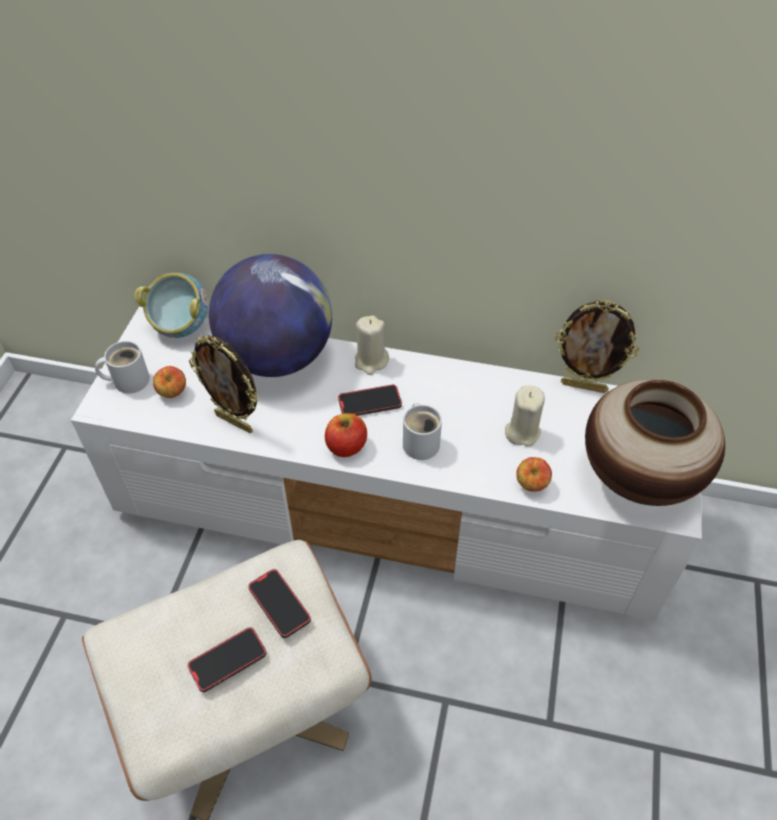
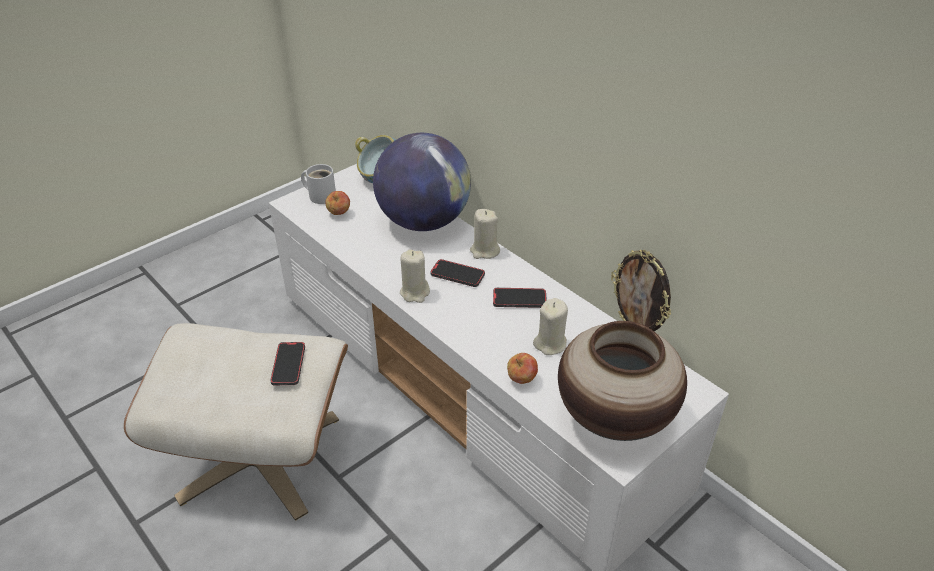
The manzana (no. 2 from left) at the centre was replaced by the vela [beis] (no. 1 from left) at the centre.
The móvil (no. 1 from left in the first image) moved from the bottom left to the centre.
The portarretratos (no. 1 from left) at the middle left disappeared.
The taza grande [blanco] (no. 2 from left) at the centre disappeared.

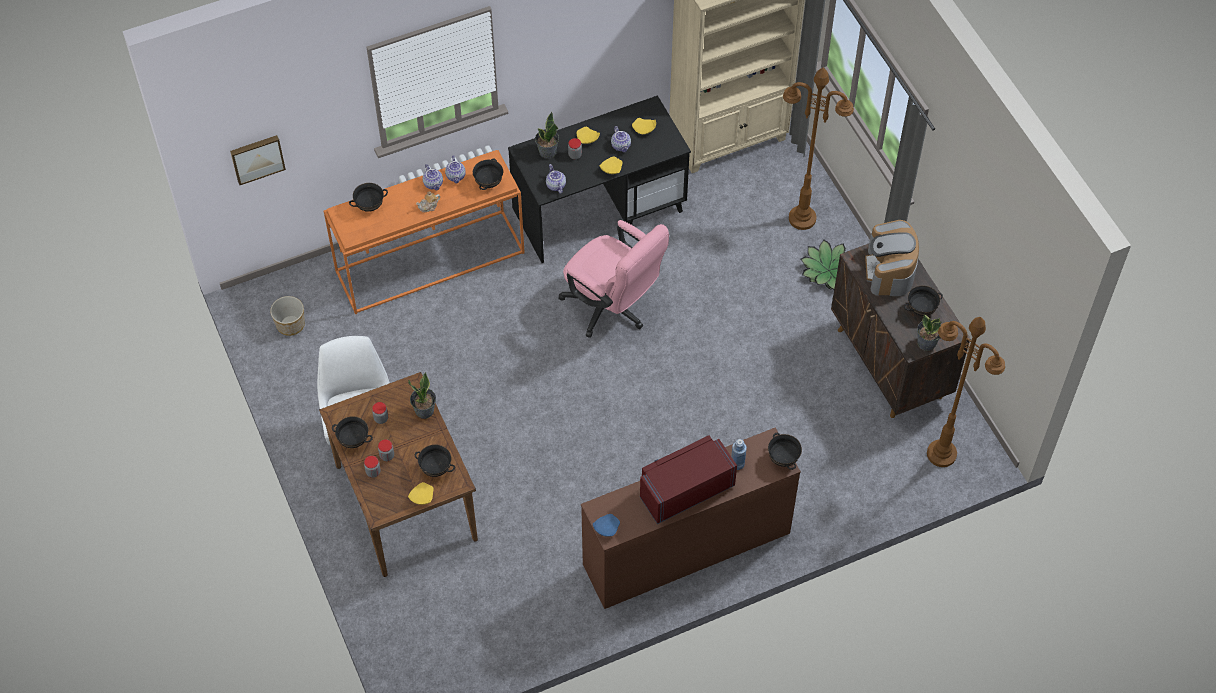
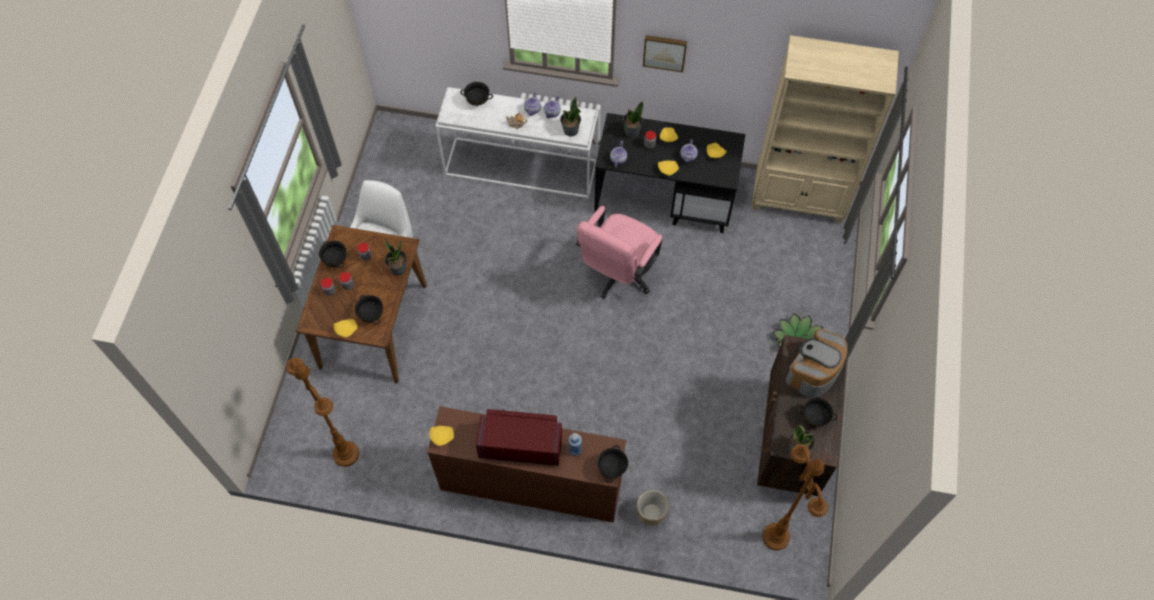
The lámpara de pie [marrón] (no. 1 from left) moved from the top right to the bottom left.
The plato [azul] at the bottom centre became the plato [amarillo] (no. 2 from left) at the bottom centre.
The mesa consola [naranja] at the centre became the mesa consola [blanco] at the top centre.
The cuenco [negro] (no. 4 from left) at the top centre was replaced by the planta en maceta (no. 2 from left) at the top centre.
The silla de oficina [rosa] at the centre turned 45 degrees clockwise.
The maceta moved from the middle left to the bottom centre.
The cuadro moved from the top left to the top centre.

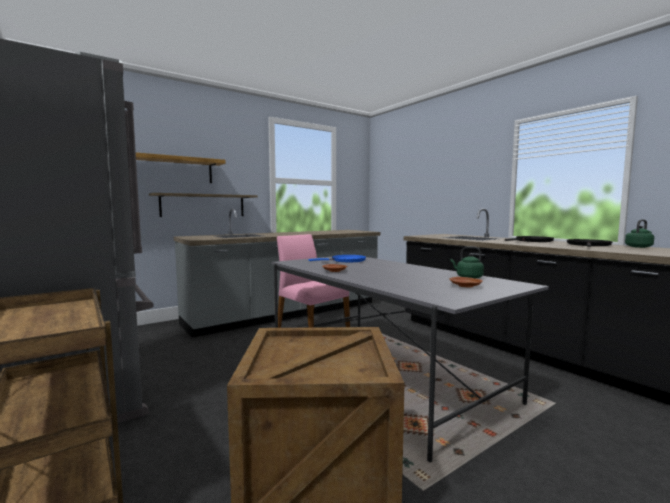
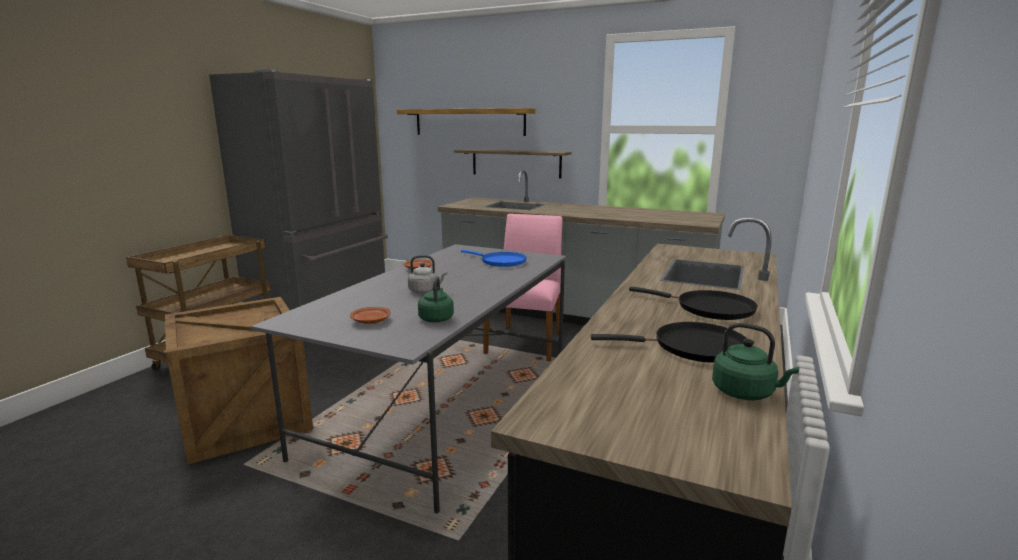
The hervidor [gris] at the centre appeared.

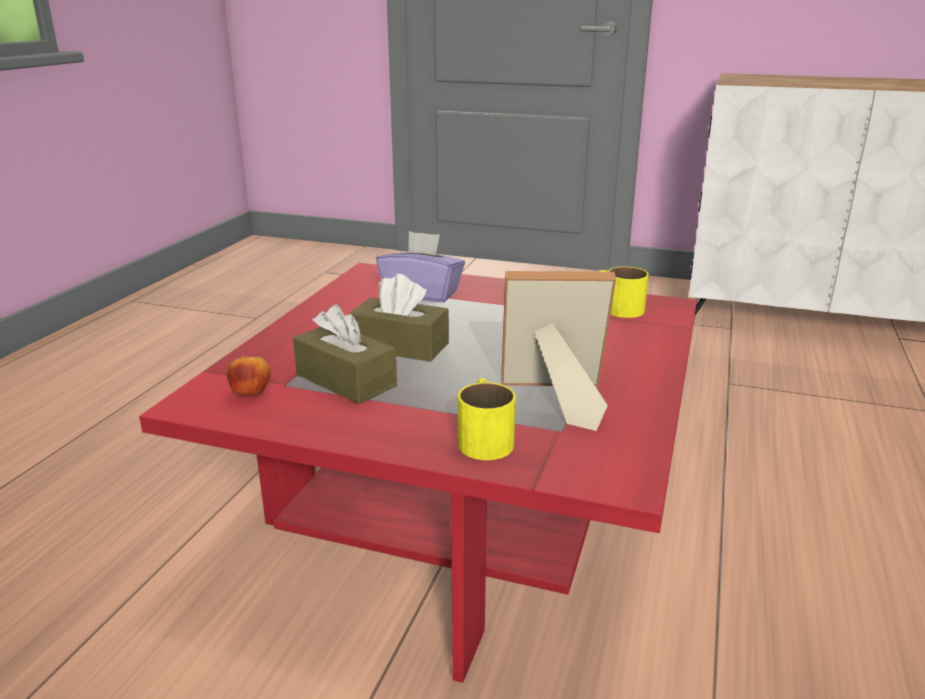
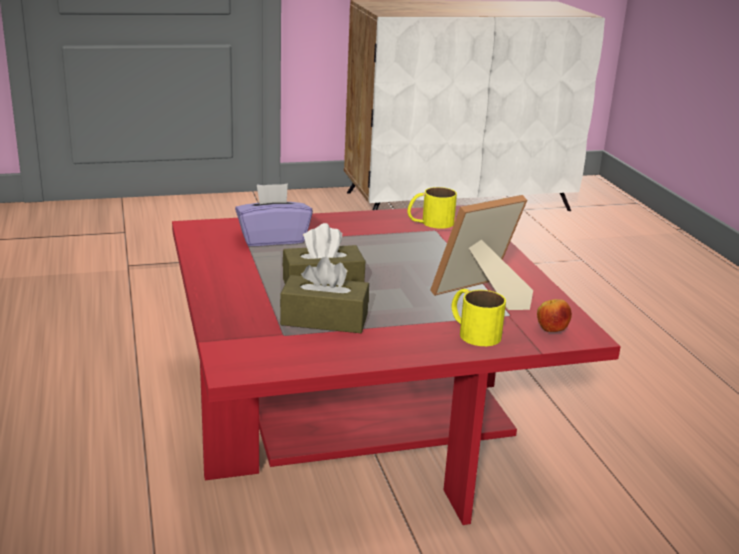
The manzana moved from the middle left to the middle right.

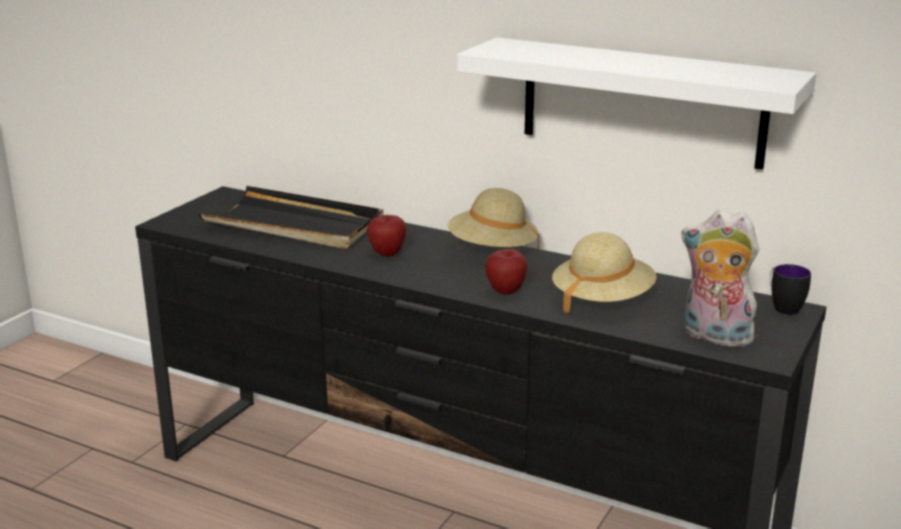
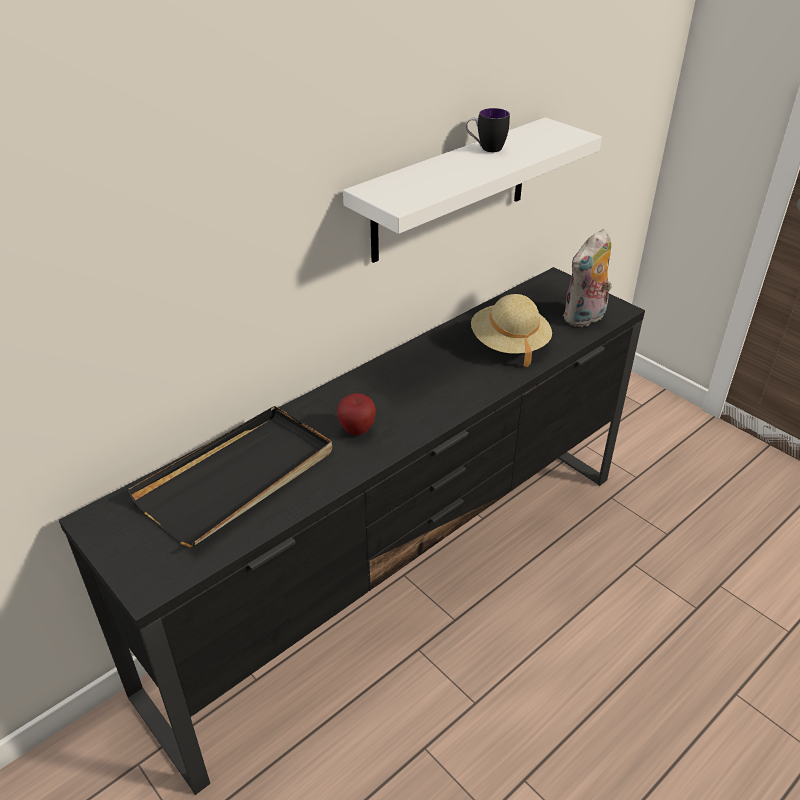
The taza grande moved from the middle right to the top centre.
The sombrero [beis] (no. 1 from left) at the centre disappeared.
The manzana (no. 2 from left) at the centre disappeared.

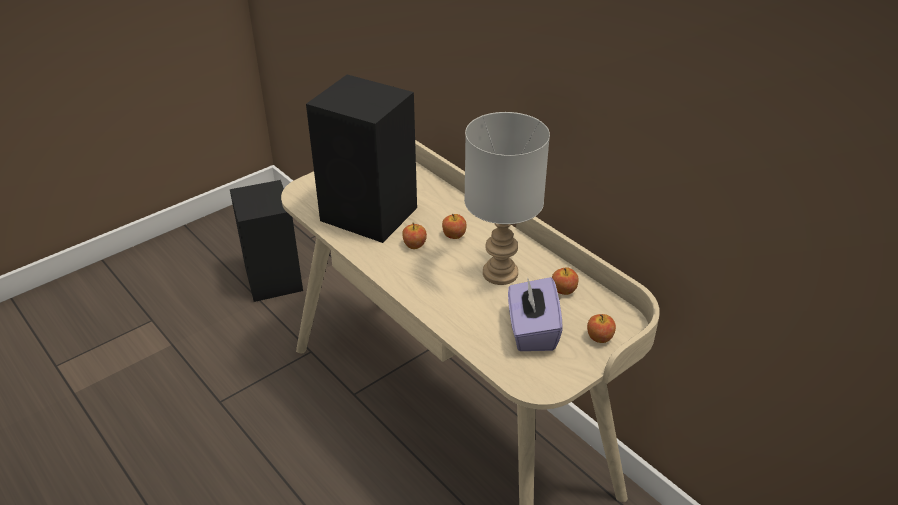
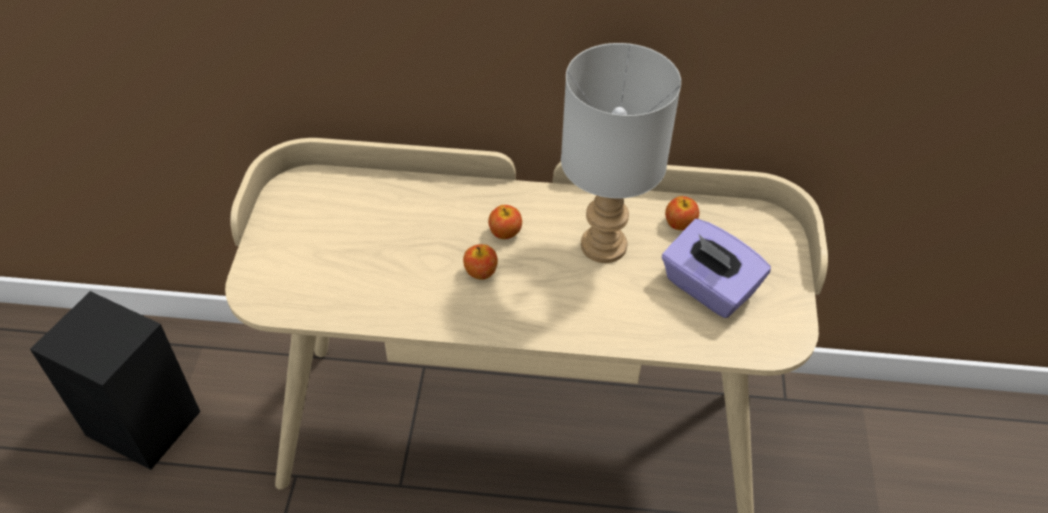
The altavoz [negro] (no. 2 from left) at the top centre disappeared.
The manzana (no. 4 from left) at the middle right disappeared.

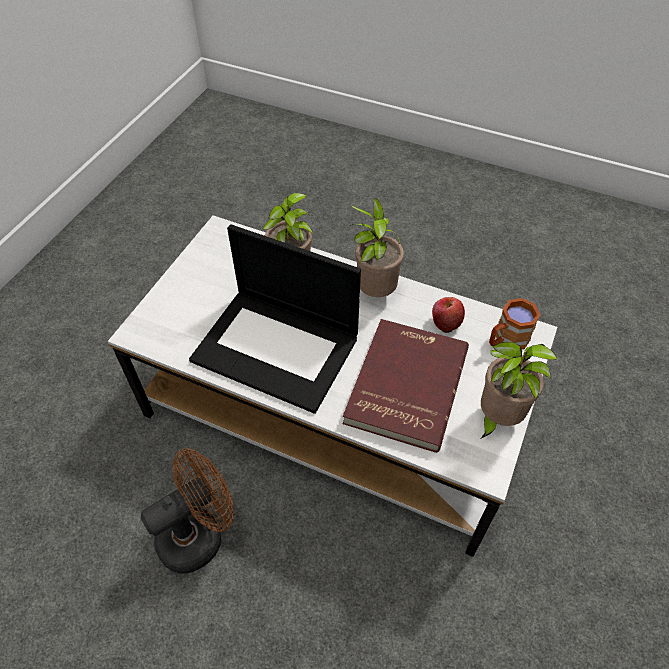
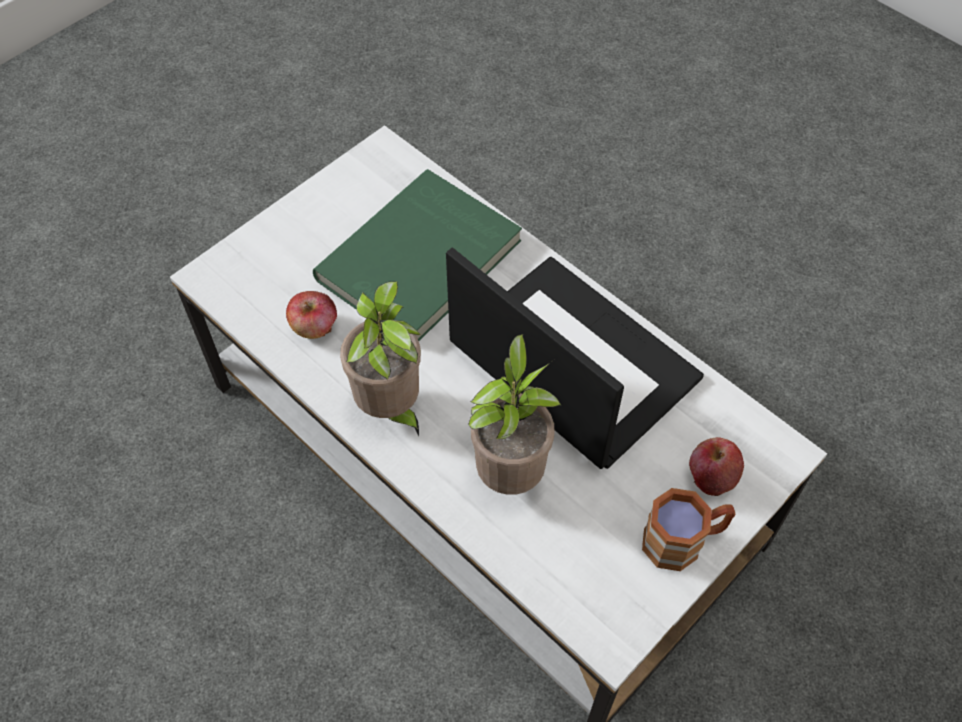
The libro [rojo] at the centre became the libro [verde] at the centre.
The taza grande [marrón] moved from the middle right to the bottom right.
The manzana (no. 2 from left) at the middle right appeared.
The ventilador [marrón] at the bottom left disappeared.
The planta en maceta (no. 3 from left) at the middle right disappeared.

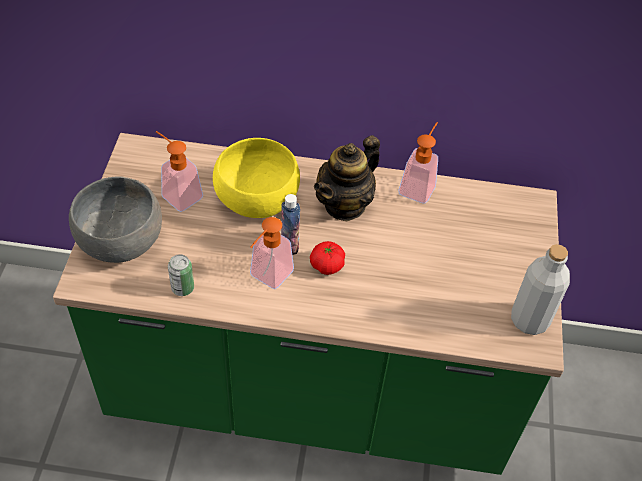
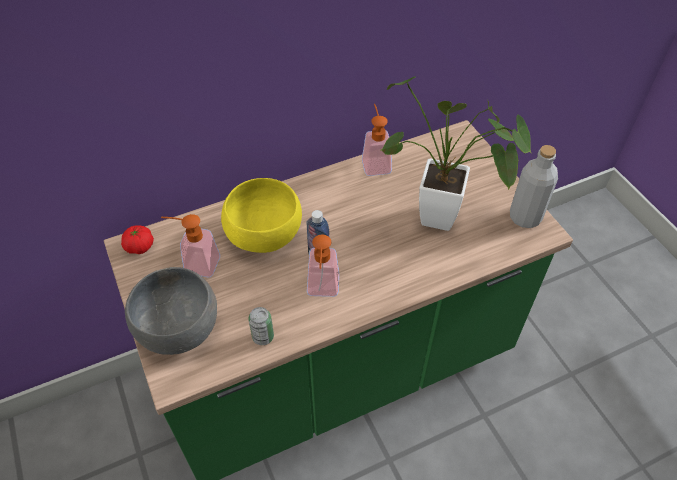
The tomate moved from the centre to the middle left.
The planta en maceta at the top right appeared.
The tetera at the centre disappeared.

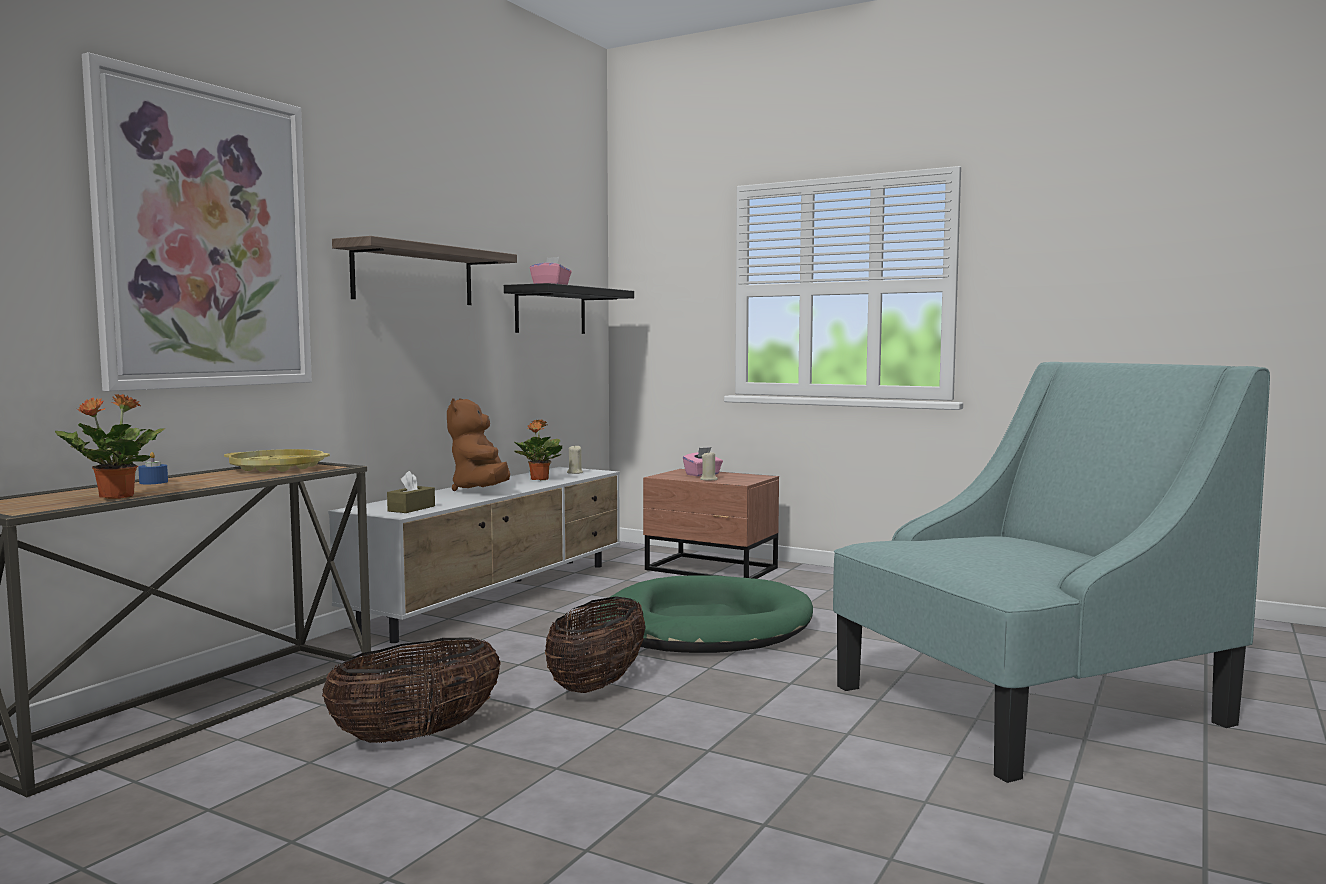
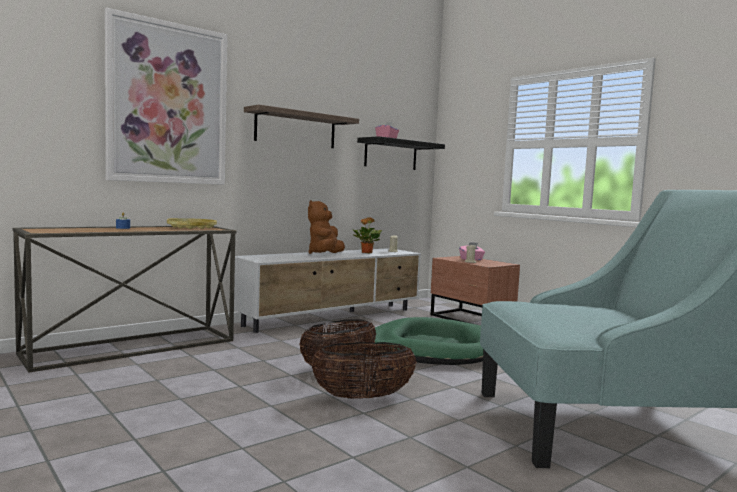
The cesta (no. 1 from left in the first image) moved from the bottom left to the bottom centre.
The planta en maceta (no. 1 from left) at the middle left disappeared.
The caja de pañuelos [marrón] at the middle left disappeared.

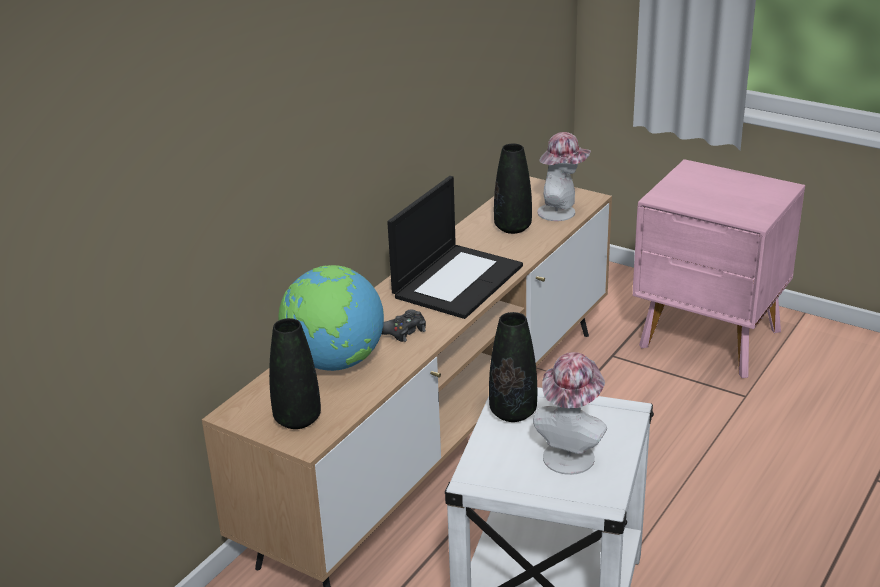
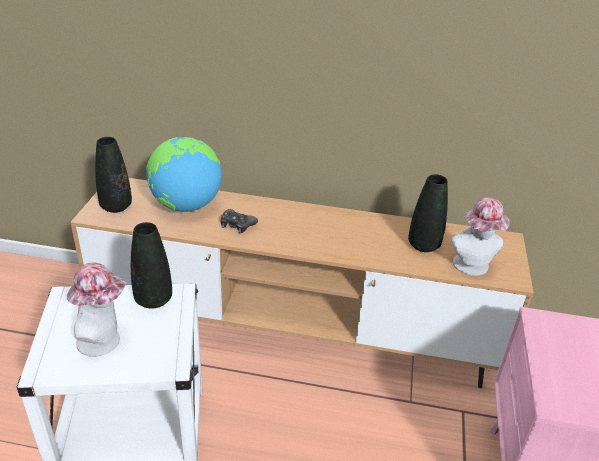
The portátil at the centre disappeared.

